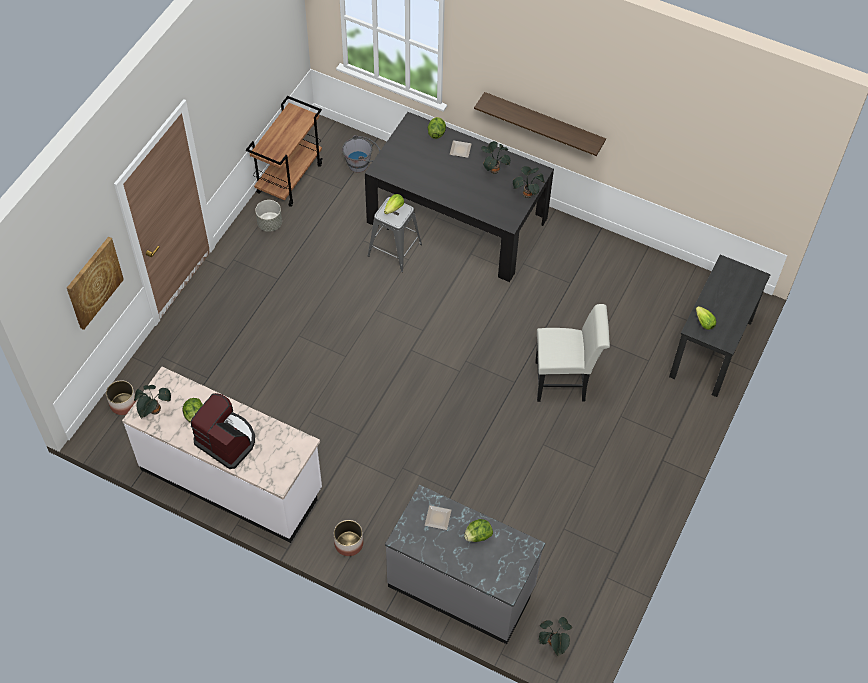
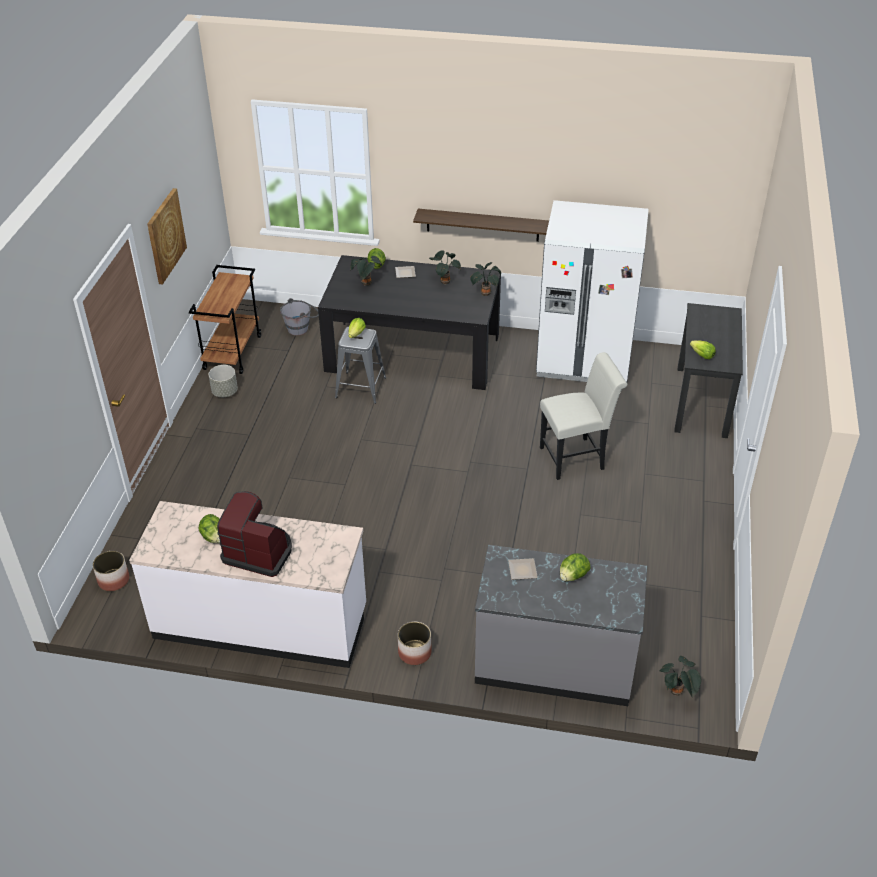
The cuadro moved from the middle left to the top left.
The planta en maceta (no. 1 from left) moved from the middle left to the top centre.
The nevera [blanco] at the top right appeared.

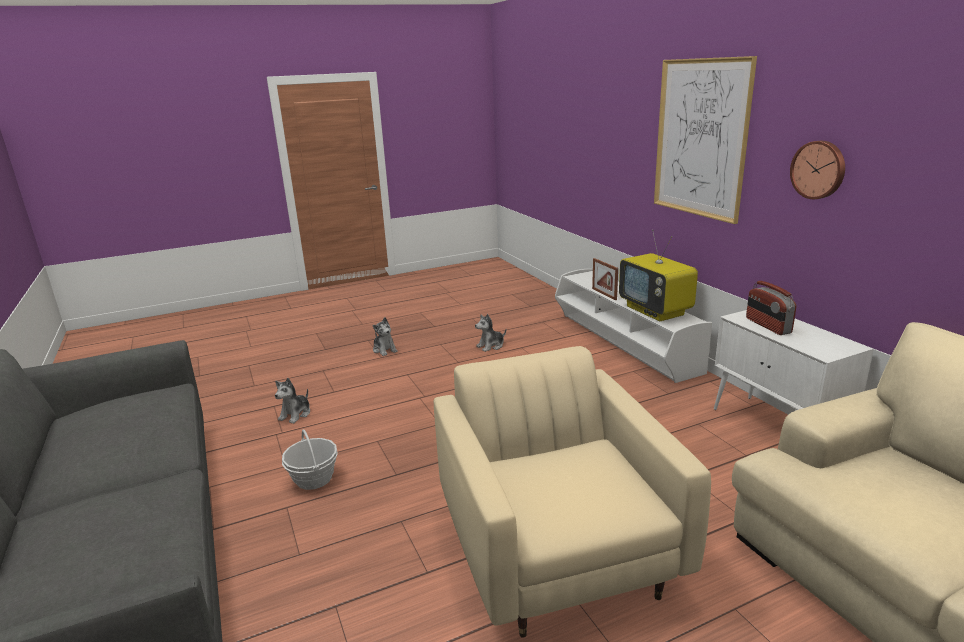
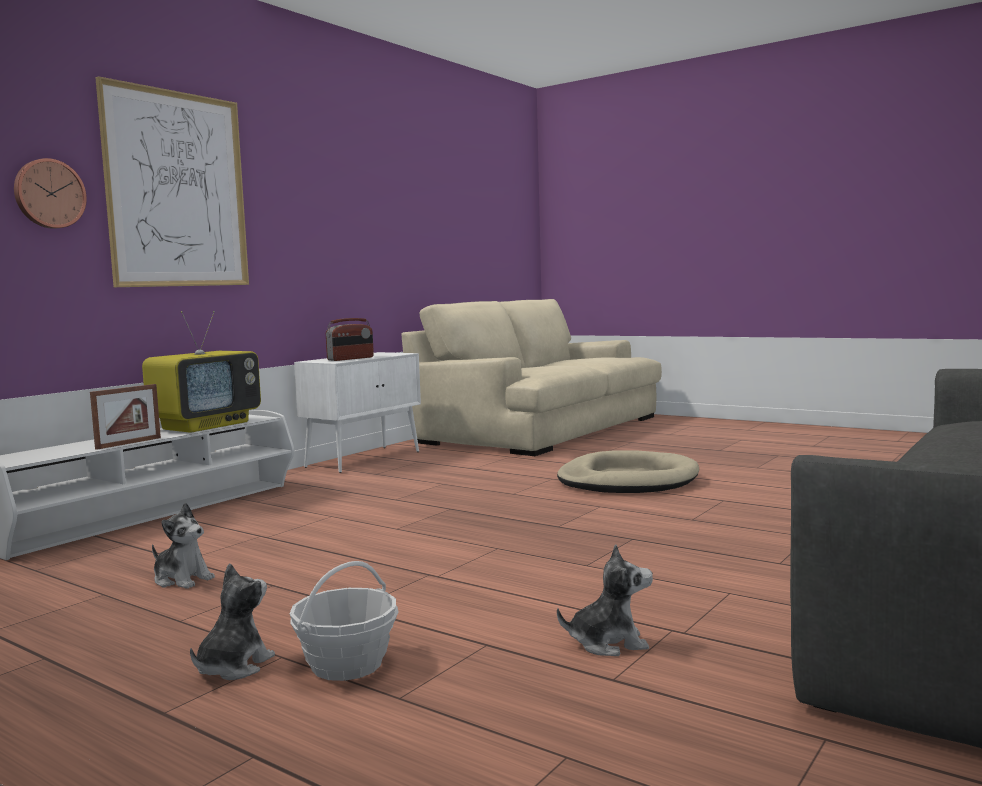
The reloj de pared moved from the top right to the top left.
The cesta moved from the bottom left to the bottom centre.
The sillón [beis] at the bottom centre was replaced by the cama para perro [beis] at the centre.

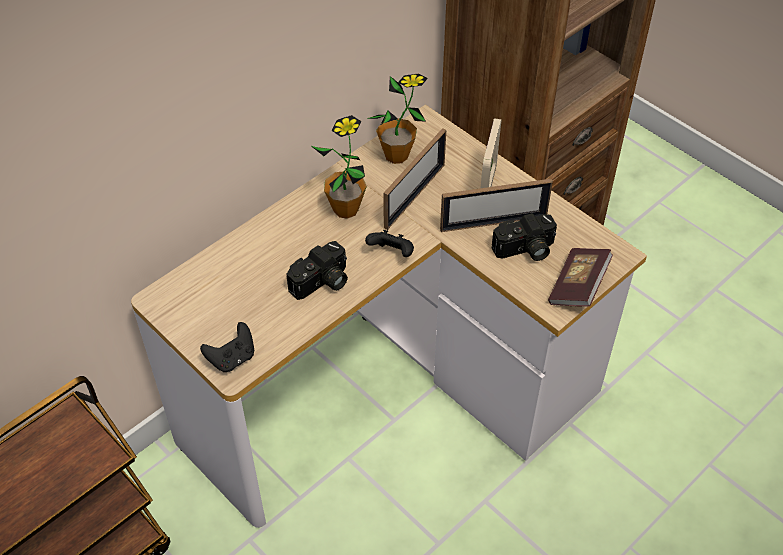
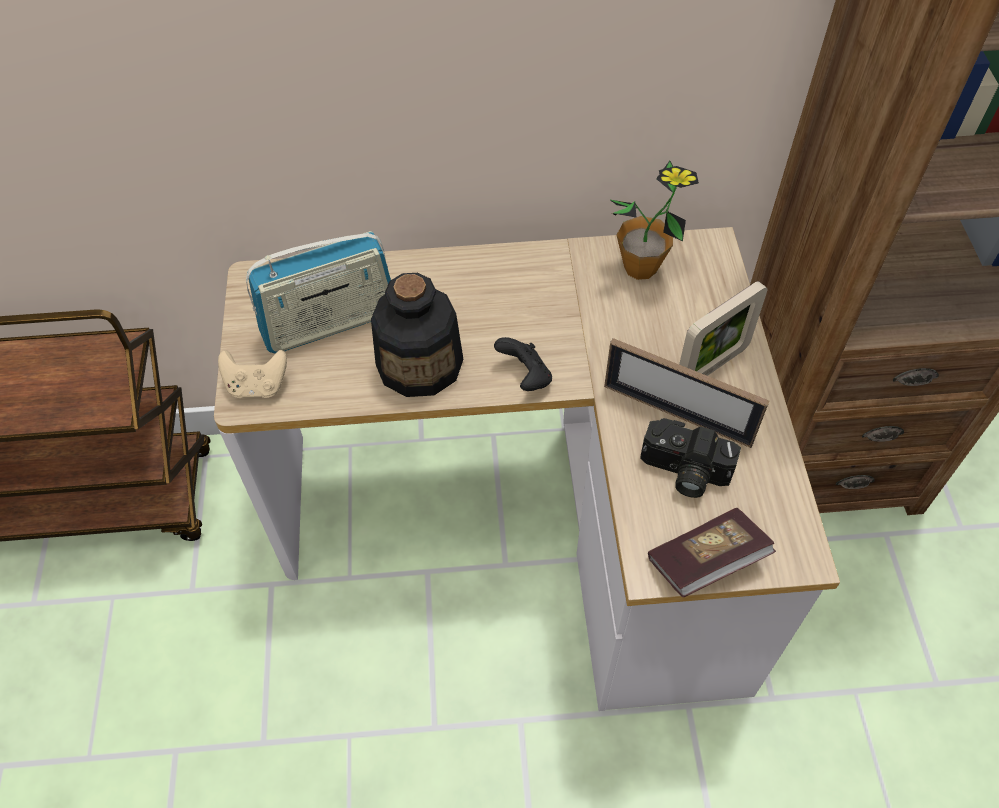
The mando de consola [negro] (no. 1 from left) at the middle left became the mando de consola [beis] at the middle left.
The radio at the middle left appeared.
The cámara (no. 1 from left) at the centre was replaced by the botella at the centre.
The planta en maceta (no. 1 from left) at the top centre disappeared.
The portarretratos (no. 1 from left) at the top centre disappeared.

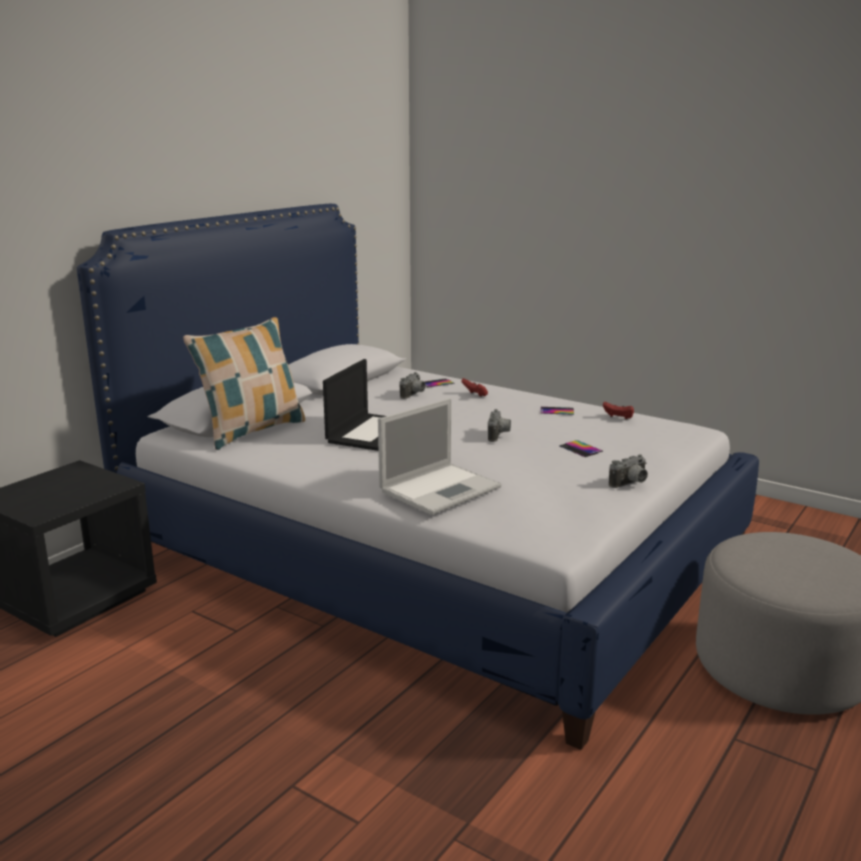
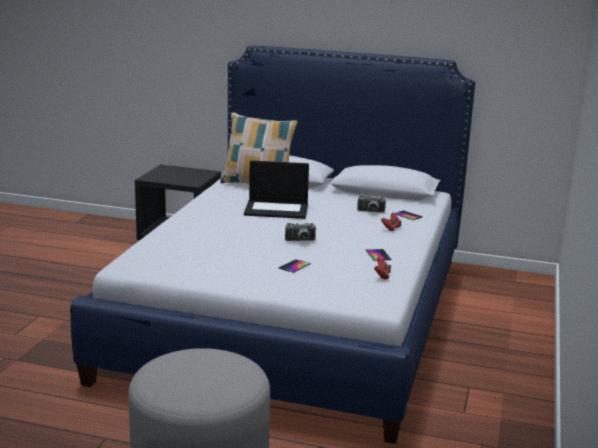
The portátil (no. 2 from left) at the centre disappeared.
The cámara (no. 3 from left) at the middle right disappeared.

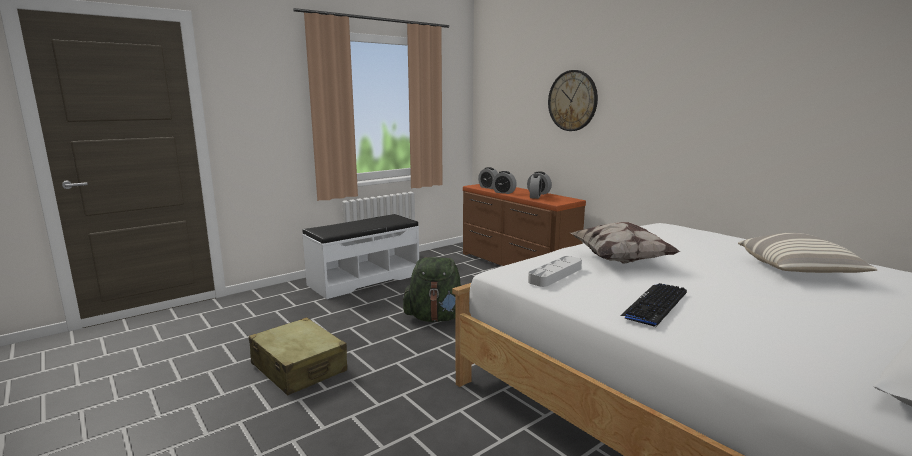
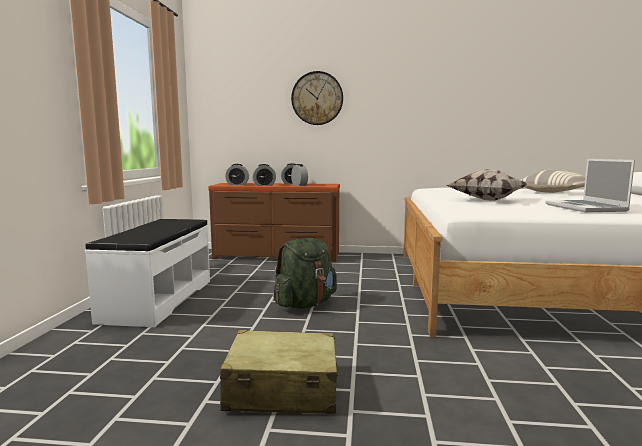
The teclado at the bottom right was replaced by the portátil at the middle right.
The bandeja [gris] at the centre disappeared.

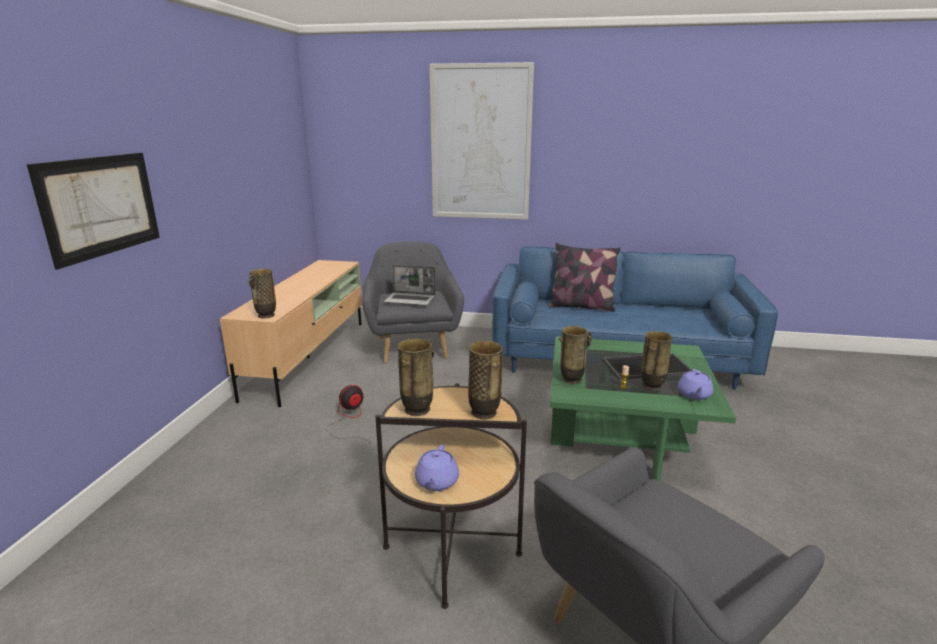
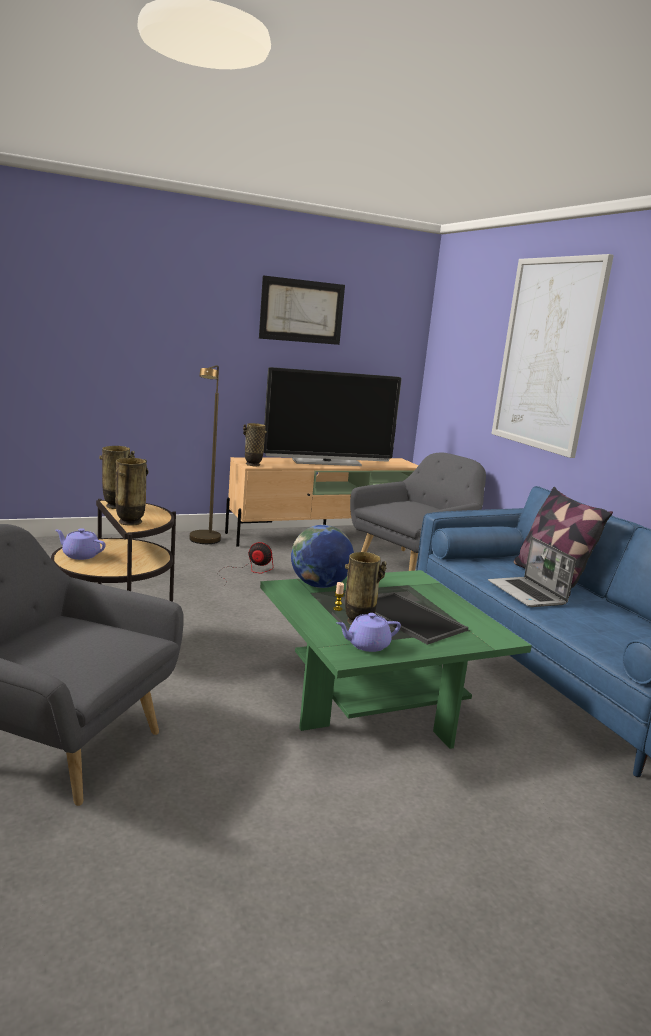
The tetera [morado] (no. 1 from left) at the bottom centre turned 45 degrees clockwise.
The lámpara de pie [marrón] at the middle left appeared.
The cuadro (no. 1 from left) moved from the top left to the top centre.
The televisor at the centre appeared.
The florero (no. 4 from left) at the centre was replaced by the globo terráqueo at the centre.
The portátil moved from the centre to the middle right.

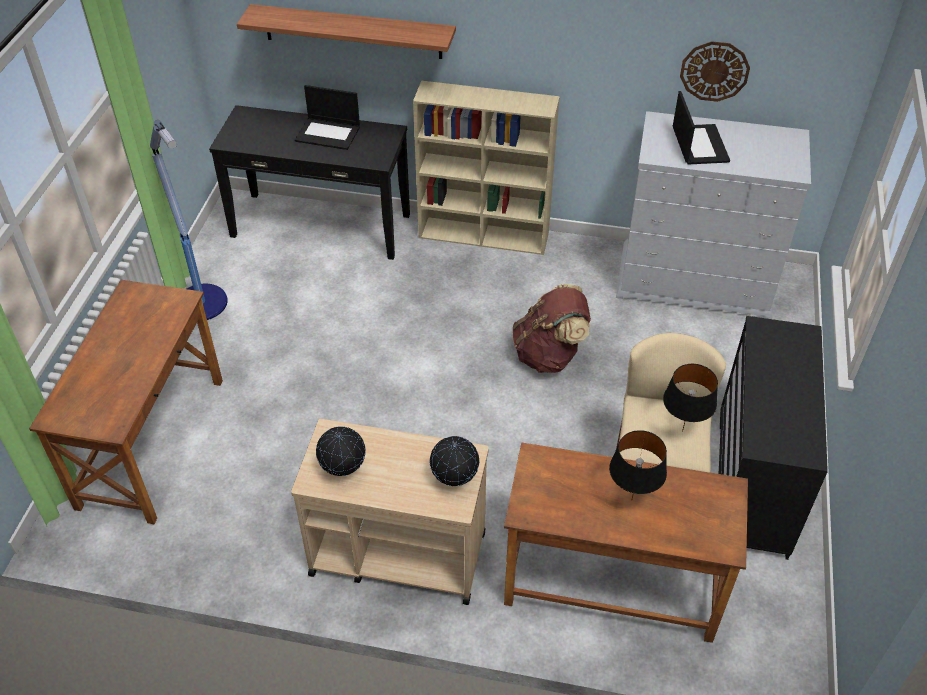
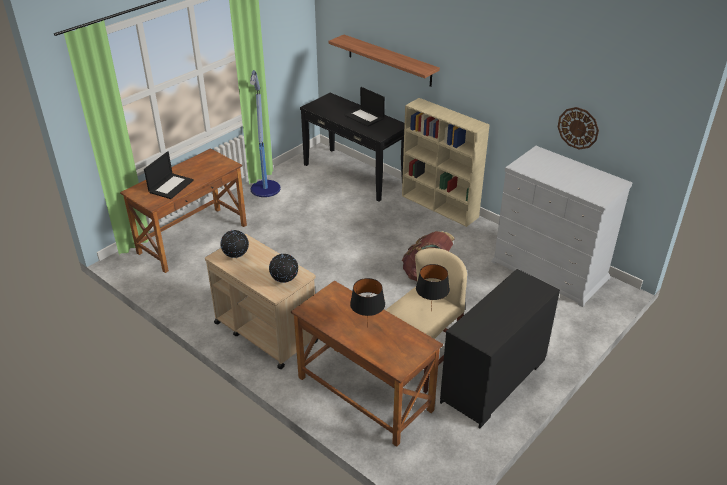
The portátil (no. 2 from left in the first image) moved from the top right to the middle left.

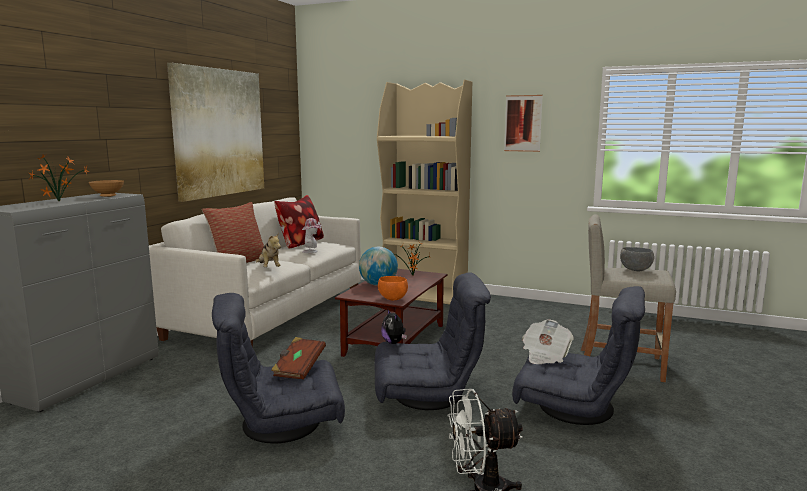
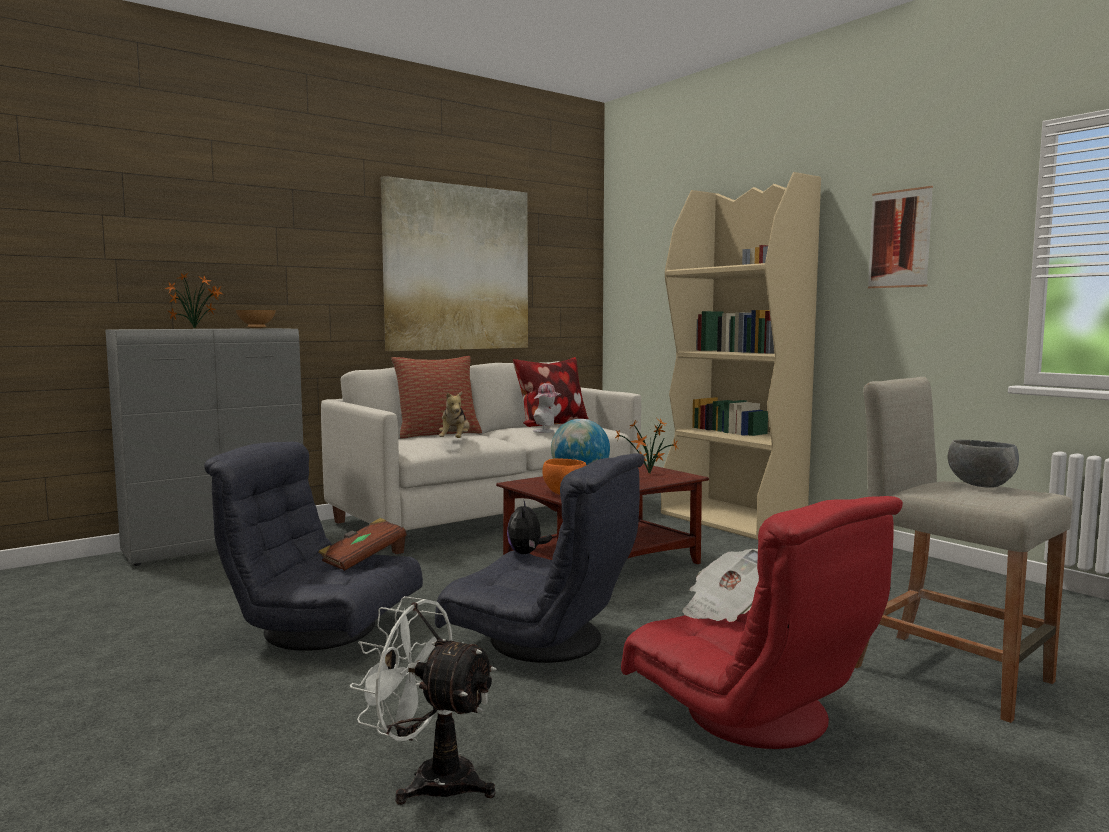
The sillón [gris] (no. 3 from left) at the bottom right became the sillón [rojo] at the bottom right.

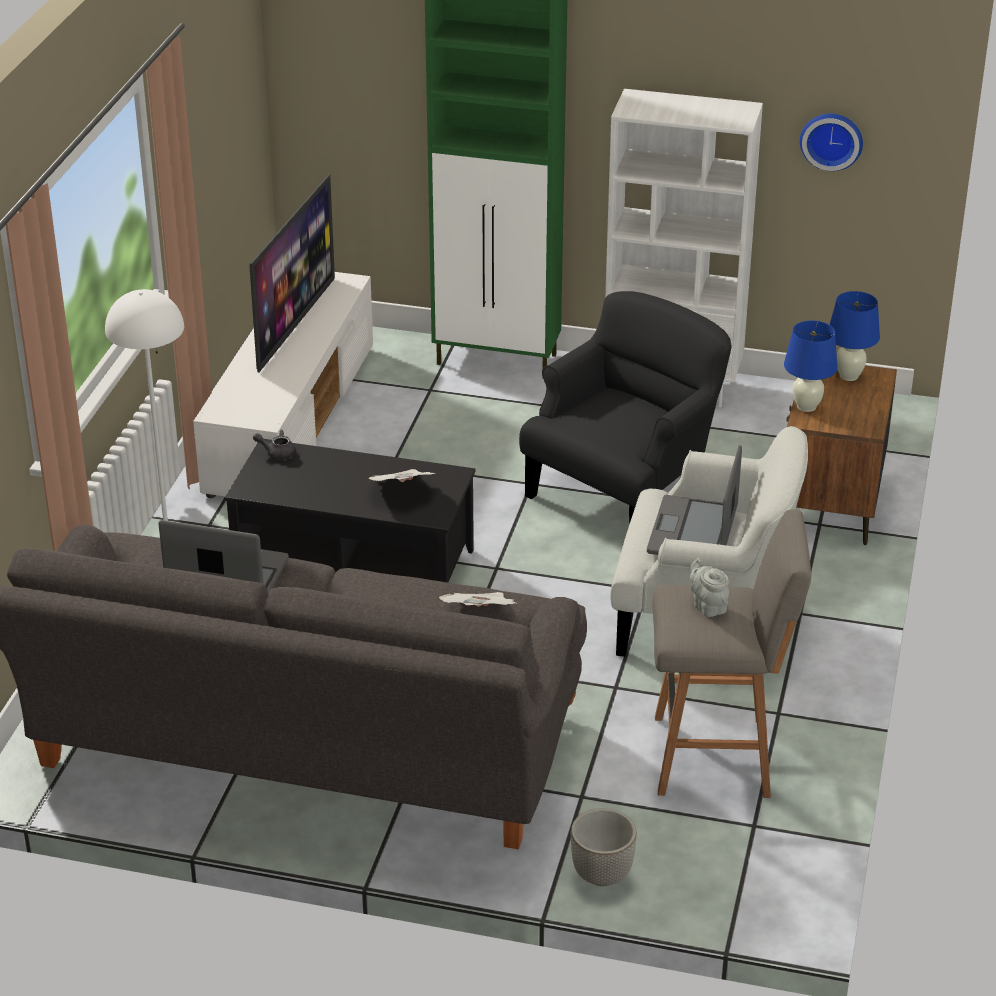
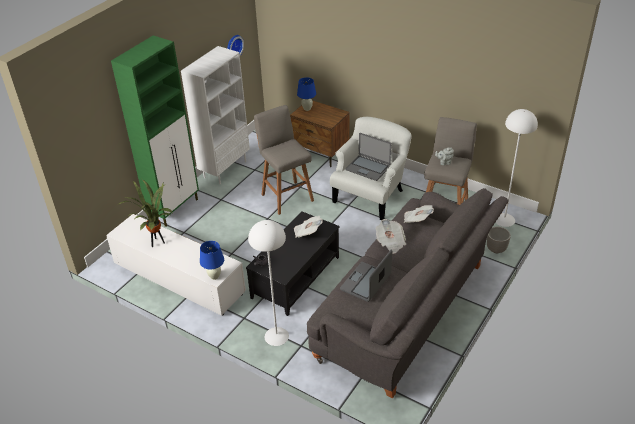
The televisor at the top left was replaced by the planta en maceta at the middle left.
The lámpara de mesa [azul] (no. 1 from left) moved from the middle right to the centre.
The sillón [negro] at the centre was replaced by the taburete [gris] (no. 1 from left) at the centre.
The periódico (no. 2 from left) at the centre appeared.
The lámpara de pie [blanco] (no. 2 from left) at the middle right appeared.

